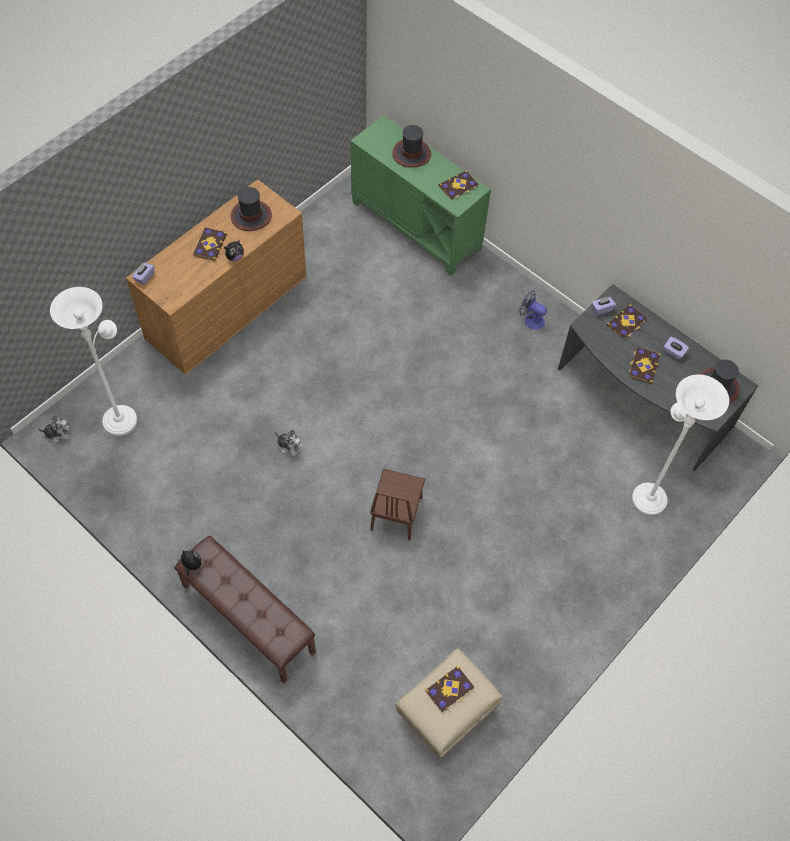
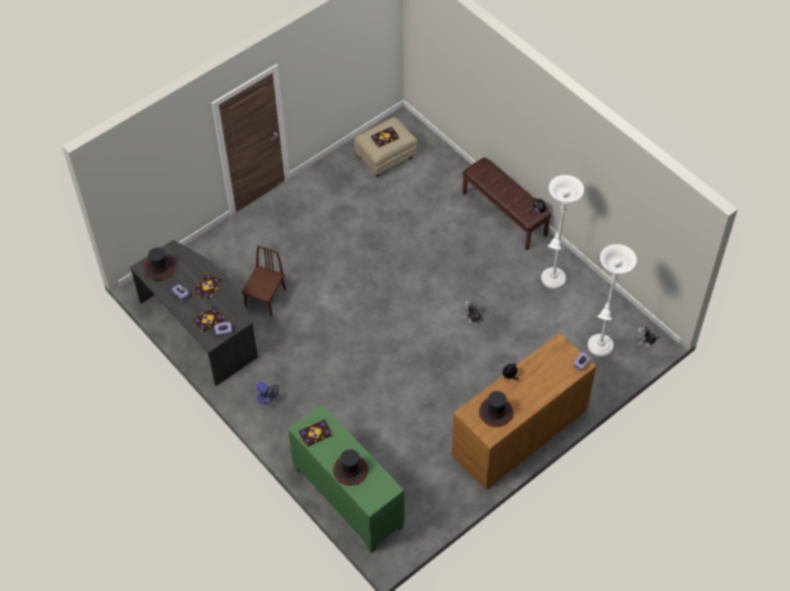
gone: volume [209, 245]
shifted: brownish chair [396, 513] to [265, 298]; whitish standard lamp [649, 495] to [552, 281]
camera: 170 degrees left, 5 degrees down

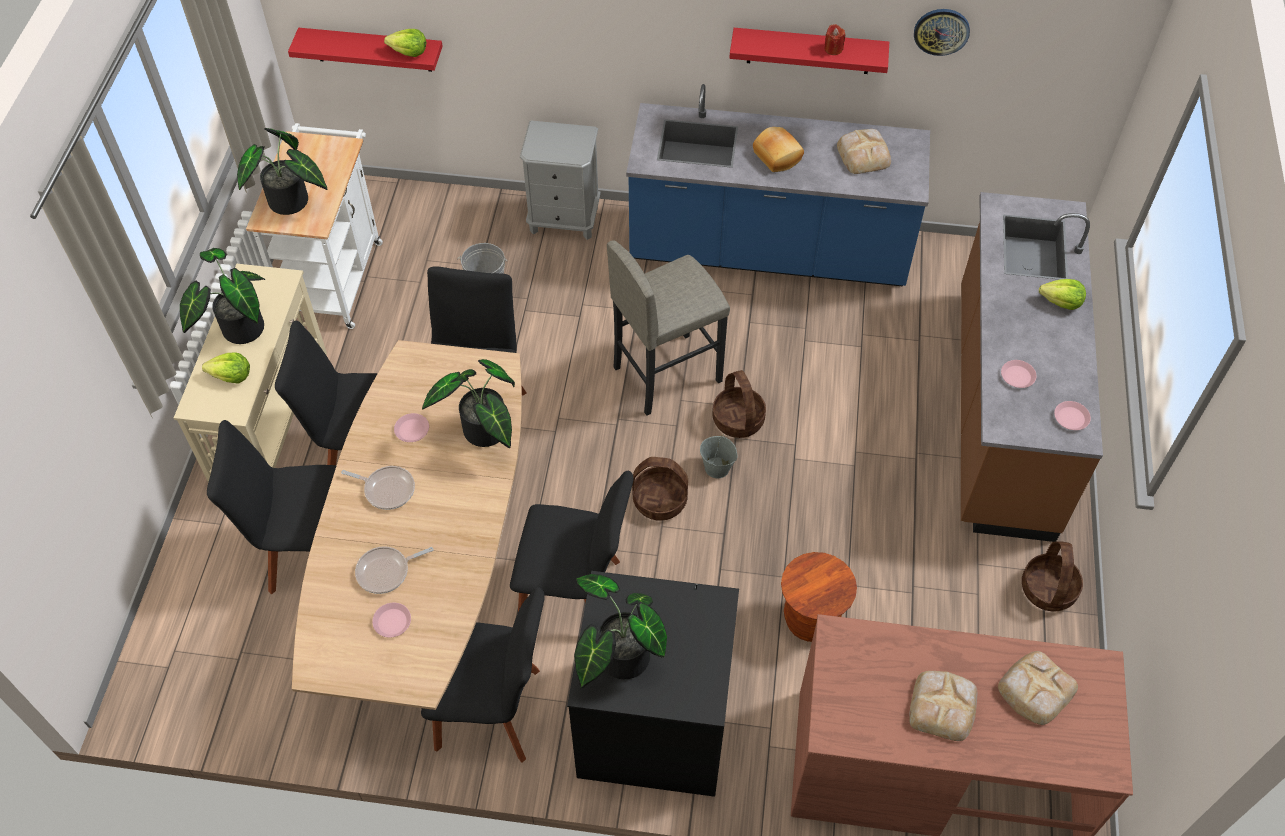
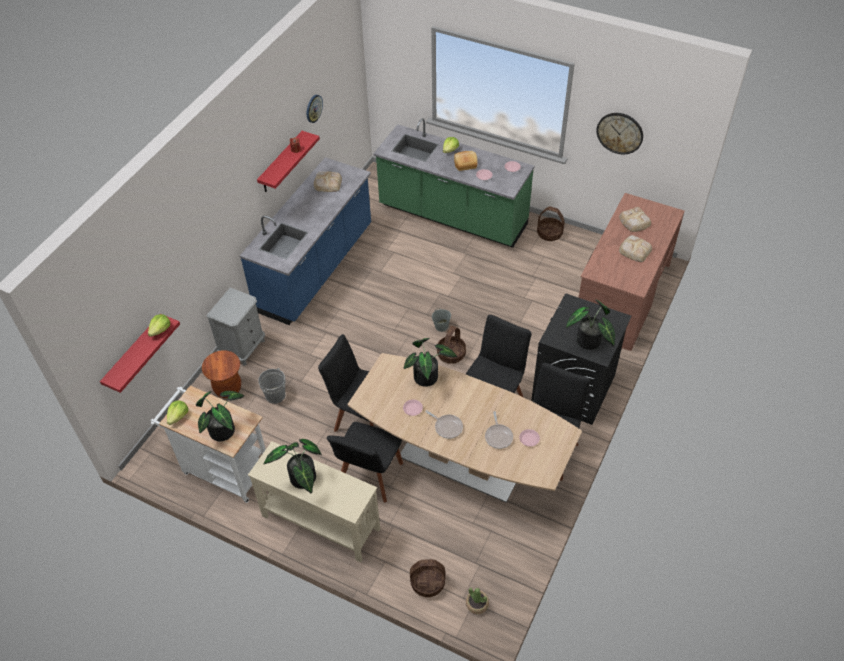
gone: blackish chair [309, 551]; gray sitting stool [666, 373]
new: plant in a pot [477, 604]; wall clock [620, 133]
shifted: lettuce head [231, 376] to [178, 416]; household basket [737, 419] to [427, 583]; bakery bread [778, 156] to [465, 164]; brownish sitting stool [810, 620] to [228, 388]
repainted: brownish counter [1001, 410] to greenish counter [452, 217]
rotated: pan [387, 489] = [447, 427] 90 degrees clockwise
camera: 70 degrees left, 5 degrees down

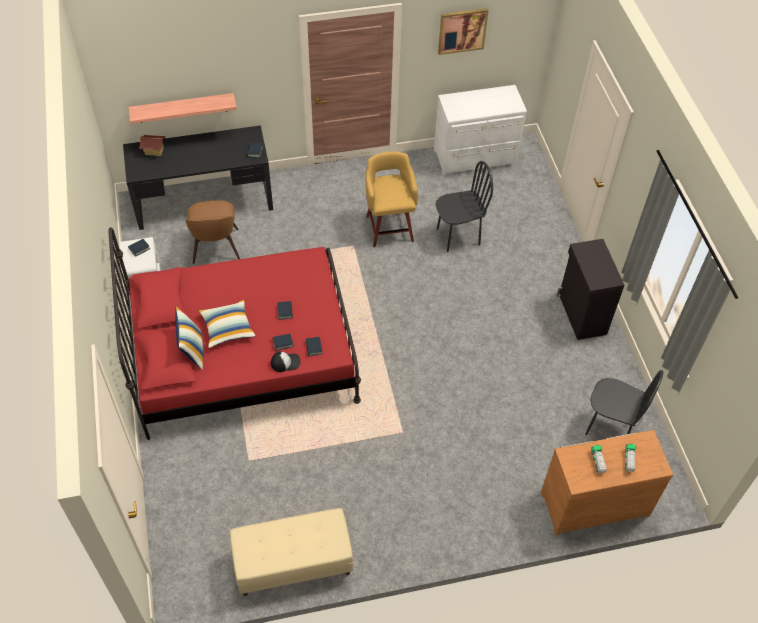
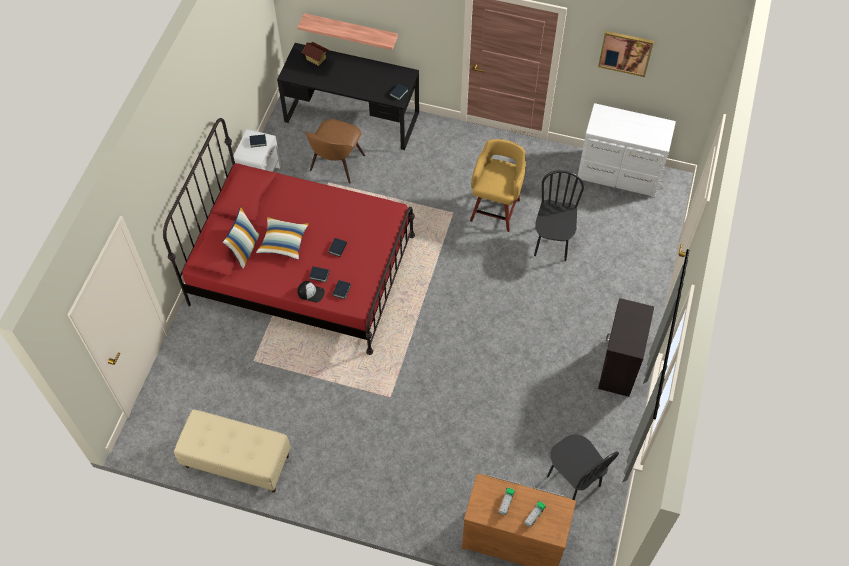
rotated: blackish chair [458, 236] = [552, 244] 90 degrees counterclockwise
camera: 30 degrees right, 5 degrees up

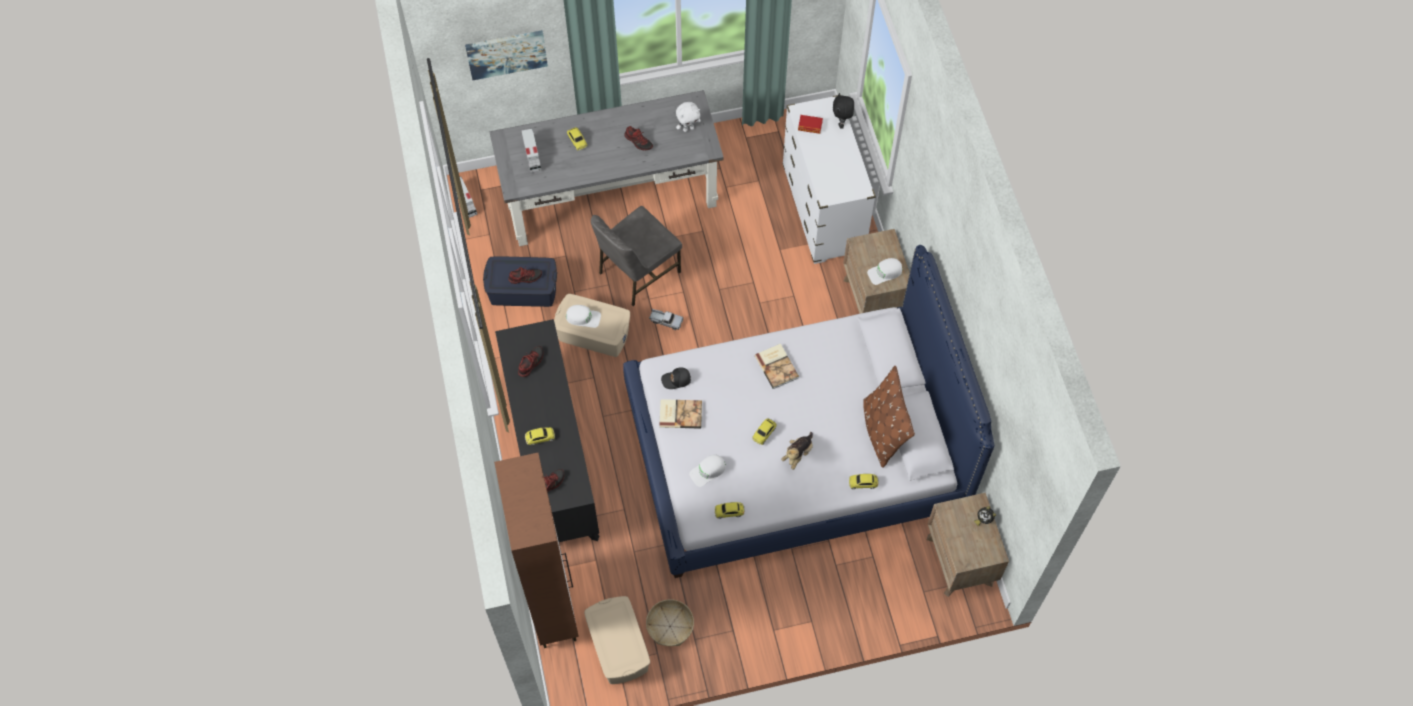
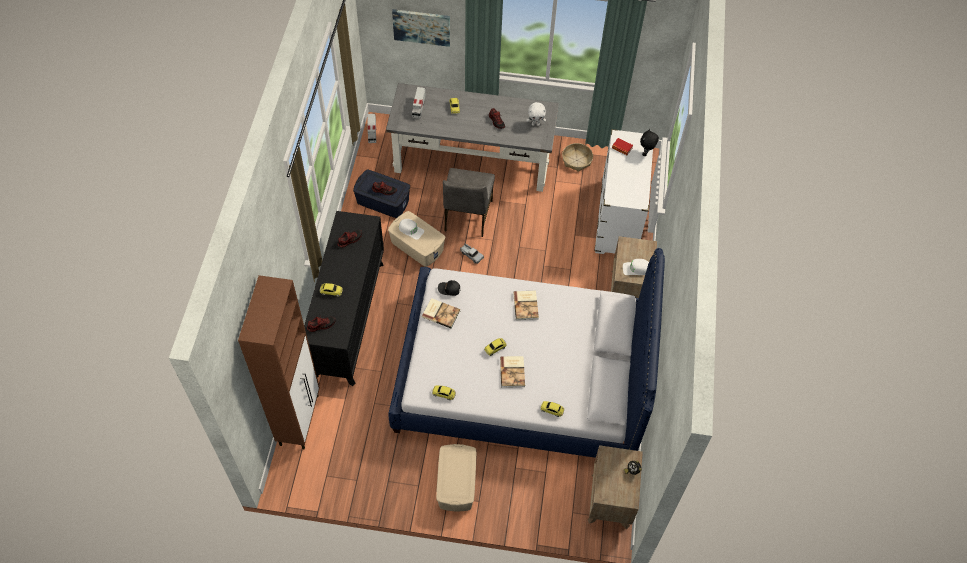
gone: whitish cap [708, 471]; brownish throw pillow [882, 431]
shifted: beige storage bin [618, 647] to [456, 484]; household basket [670, 626] to [576, 160]
swapped: plush toy [798, 454] to volume [513, 372]
rotated: gray chair [637, 272] = [467, 216] 60 degrees counterclockwise
camera: 20 degrees right, 5 degrees down

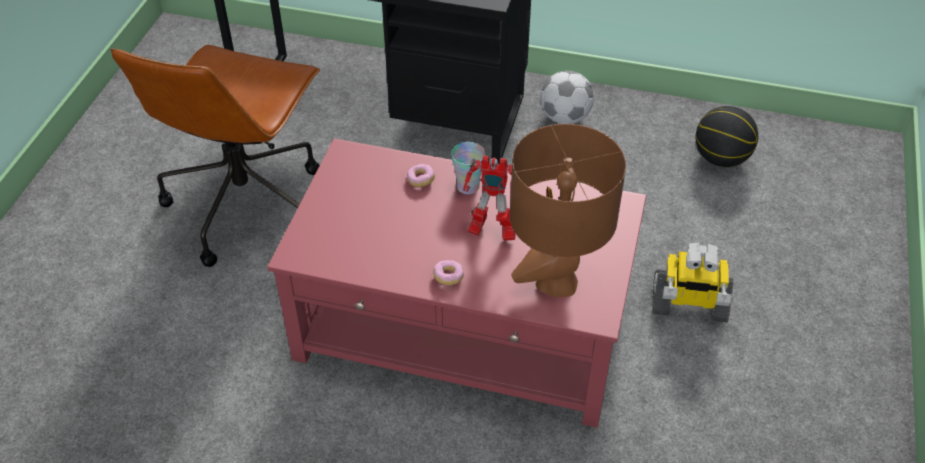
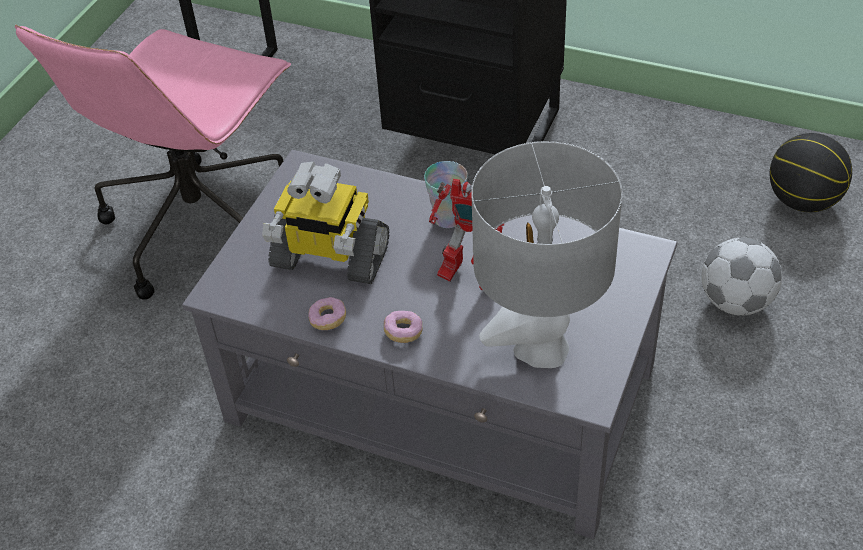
shifted: donut [421, 180] to [328, 319]; football ball [565, 118] to [735, 302]; robot figure [688, 304] to [329, 258]
repainted: brownish computer chair [246, 203] to pink-coloured computer chair [201, 224]; red-coloured lounge table [464, 327] to gray lounge table [442, 395]; brownish lamp for a table [556, 282] to gray lamp for a table [541, 348]
camera: 10 degrees right, 0 degrees up

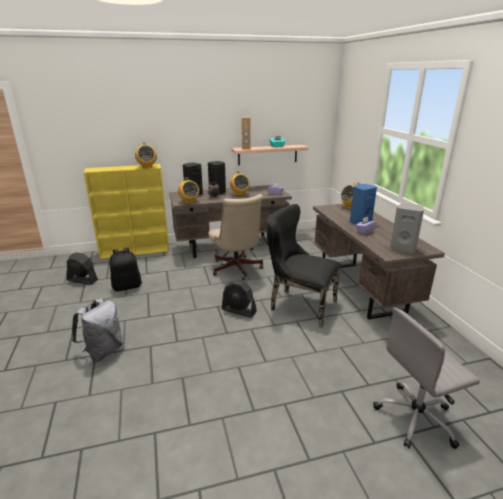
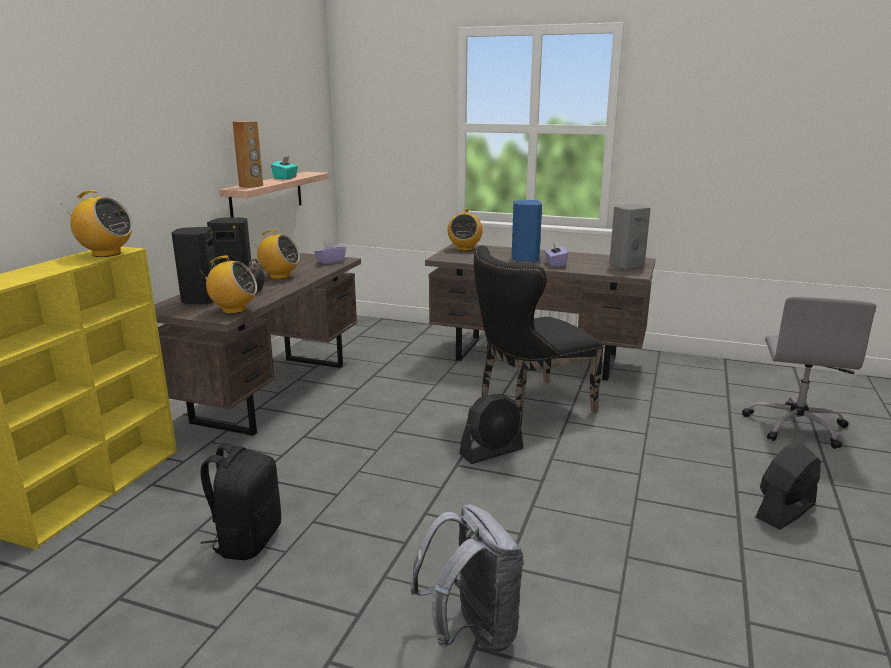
gone: beige computer chair [237, 270]
shifted: blackish fan [82, 280] to [785, 511]
camera: 55 degrees left, 5 degrees down

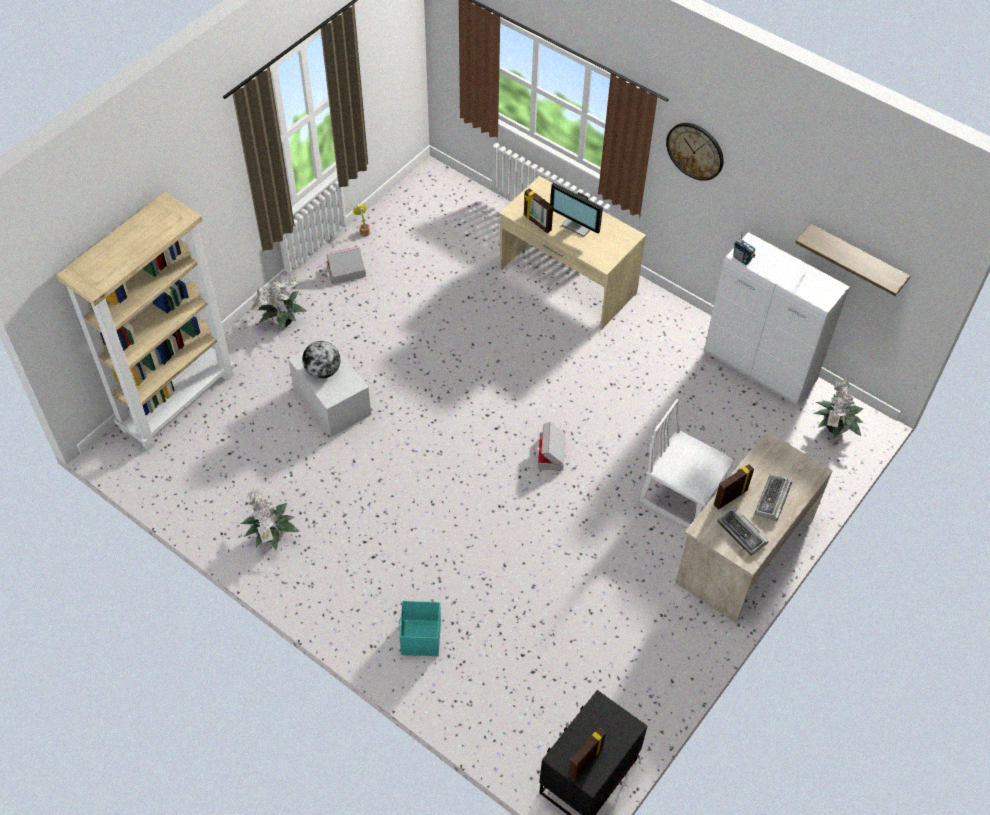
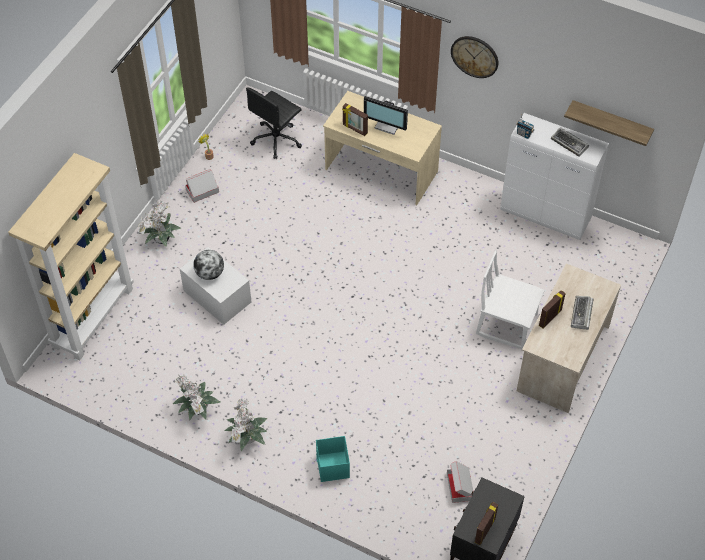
new: blackish computer chair [277, 139]
shifted: carton [551, 454] to [460, 487]; PC keyboard [742, 533] to [570, 144]; plant in a pot [833, 429] to [247, 439]
camera: 10 degrees left, 0 degrees up

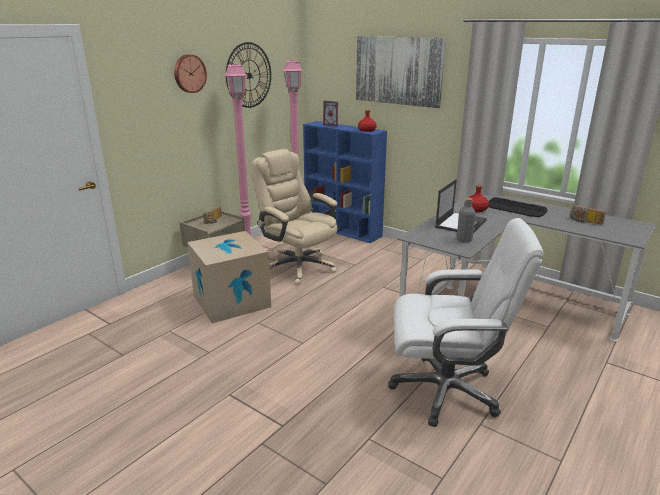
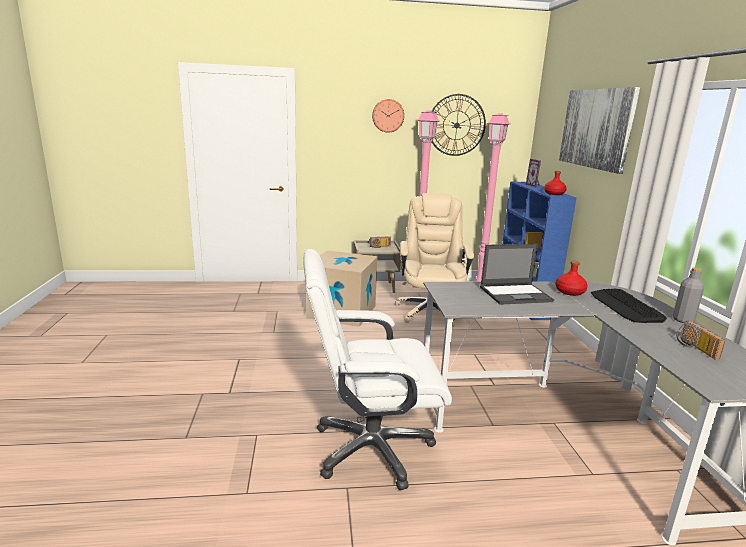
shifted: gray bottle [464, 240] to [683, 320]
rotated: whitish computer chair [446, 390] = [370, 448] 120 degrees clockwise
camera: 45 degrees right, 5 degrees down

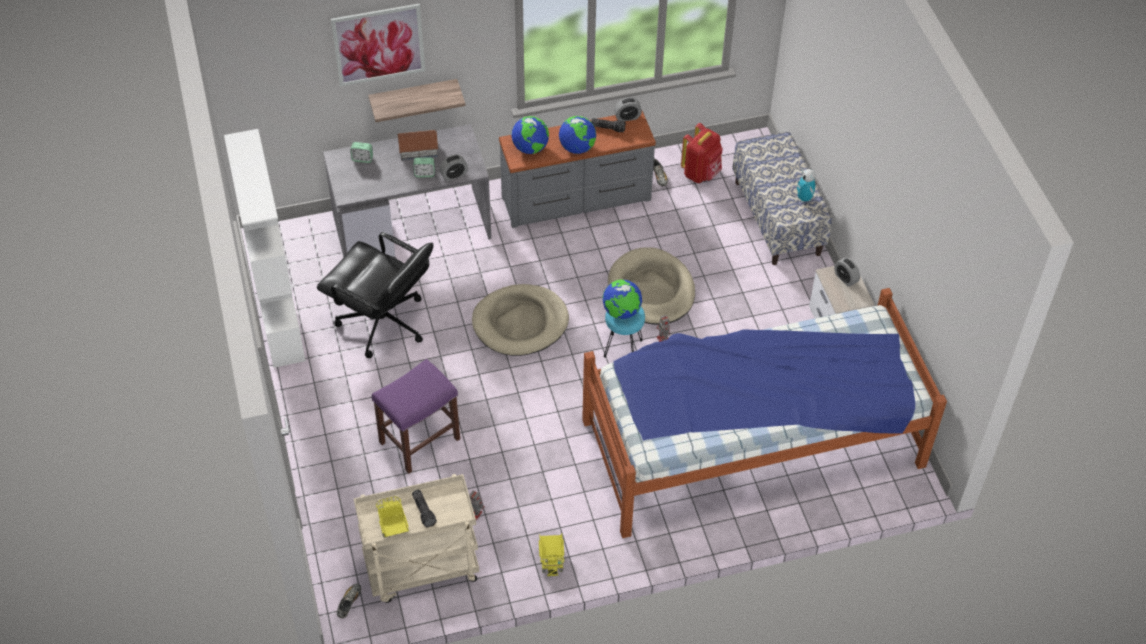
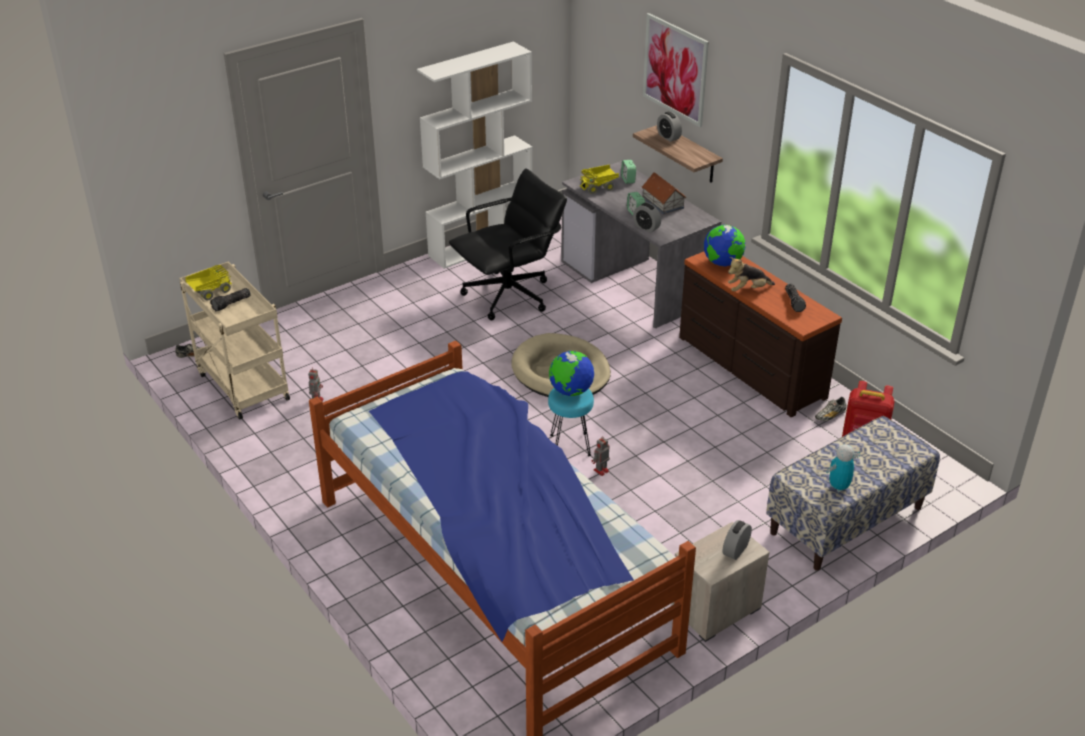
gone: purplish sitting stool [420, 440]; beige pet bed [651, 290]
shifted: toy lorry [552, 559] to [599, 187]; alarm clock [627, 117] to [668, 137]
swapped: world globe [577, 148] to plush toy [748, 289]
repainted: gray dresser [576, 199] to brownish dresser [749, 367]
rotated: blackish computer chair [383, 324] = [509, 296] 135 degrees counterclockwise
camera: 70 degrees right, 15 degrees down

